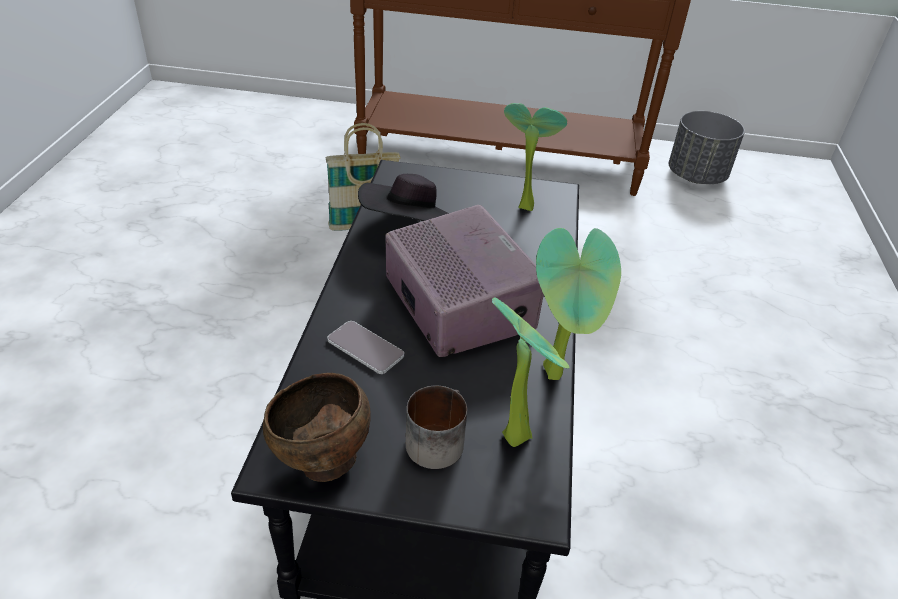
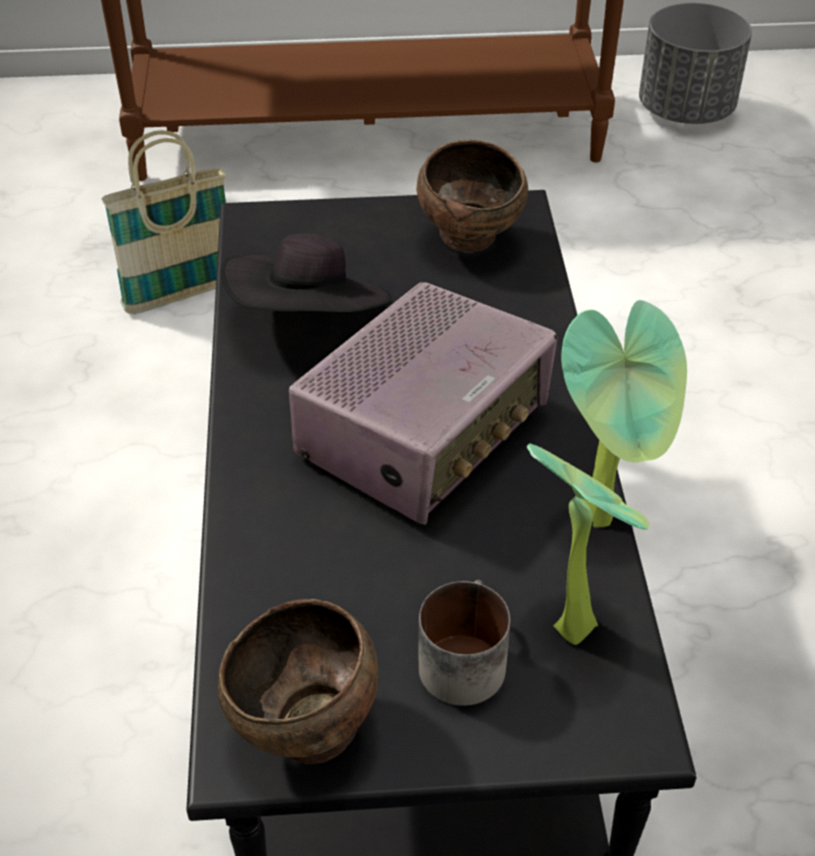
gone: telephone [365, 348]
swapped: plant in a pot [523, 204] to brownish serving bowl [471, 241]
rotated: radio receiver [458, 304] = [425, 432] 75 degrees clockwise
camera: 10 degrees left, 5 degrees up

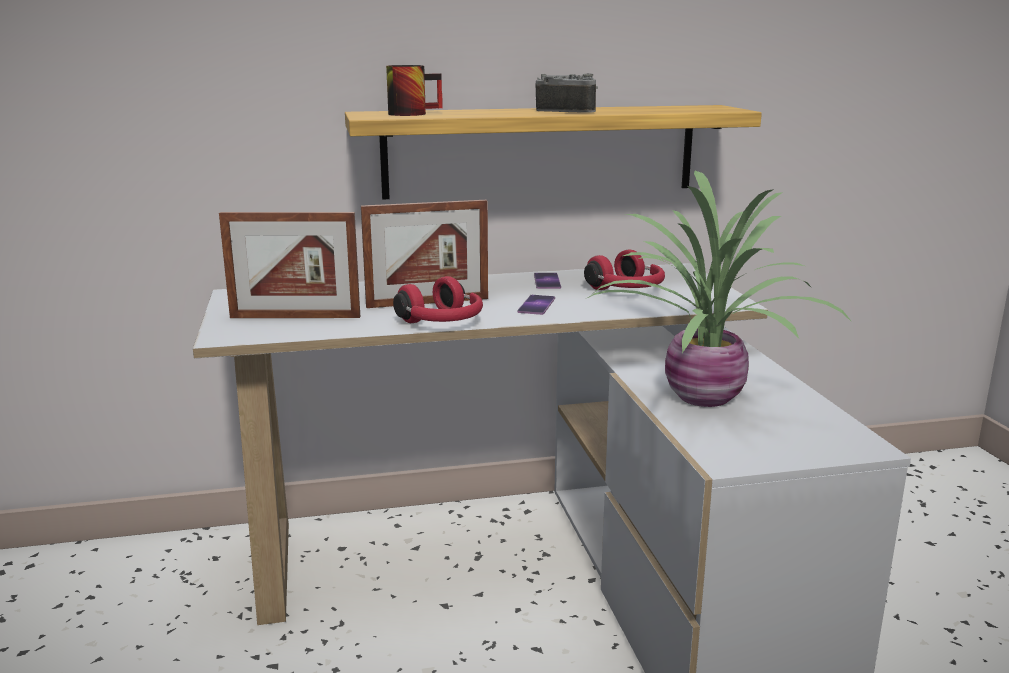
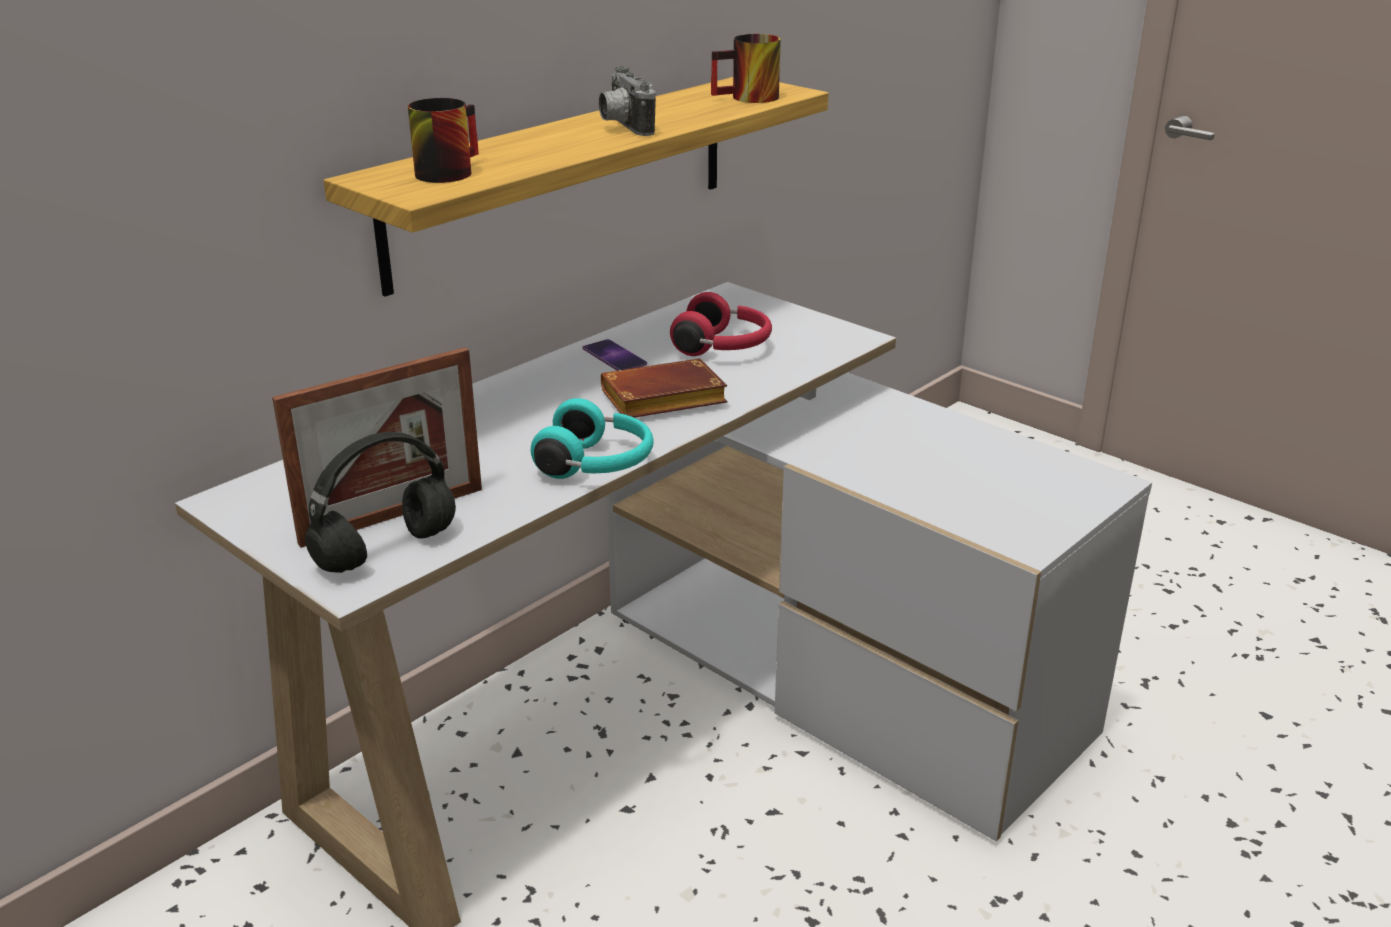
gone: standing frame [427, 302]; plant in a pot [701, 398]
new: blackish pair of headphones [384, 551]; mug [749, 99]
swapped: telephone [536, 305] to brownish volume [661, 401]
repainted: red-coloured pair of headphones [442, 322] to blue-green pair of headphones [597, 465]
rotated: photo camera [568, 111] = [622, 126] 105 degrees counterclockwise
camera: 35 degrees left, 10 degrees up

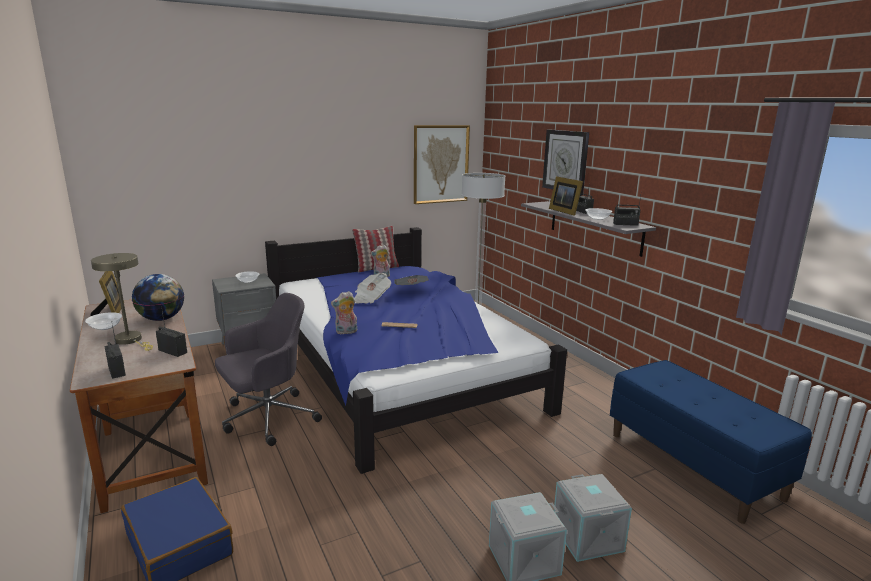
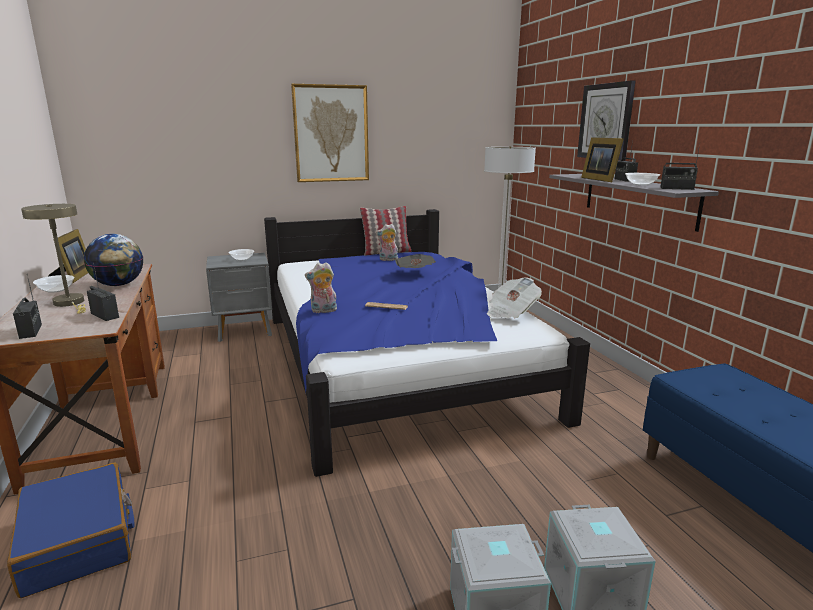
gone: gray computer chair [267, 418]
shifted: printed paper [370, 299] to [511, 312]; picture [440, 164] to [331, 134]
camera: 10 degrees right, 0 degrees up

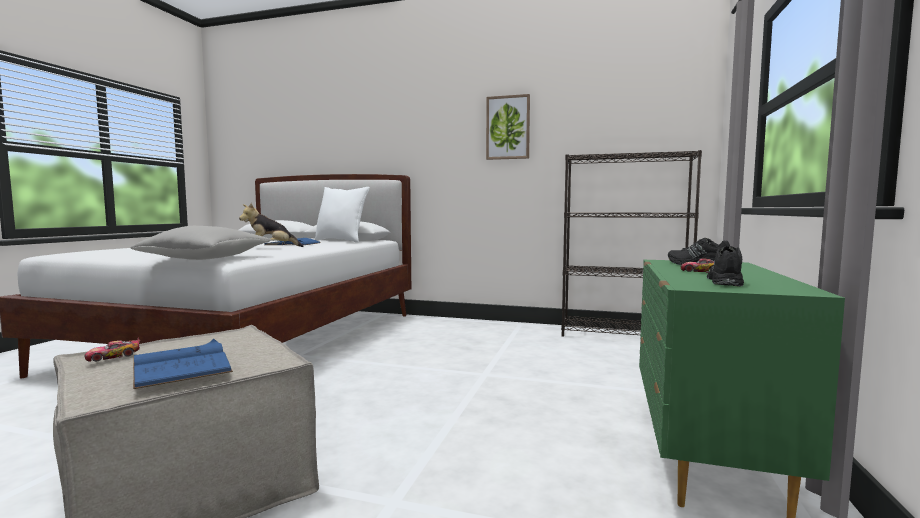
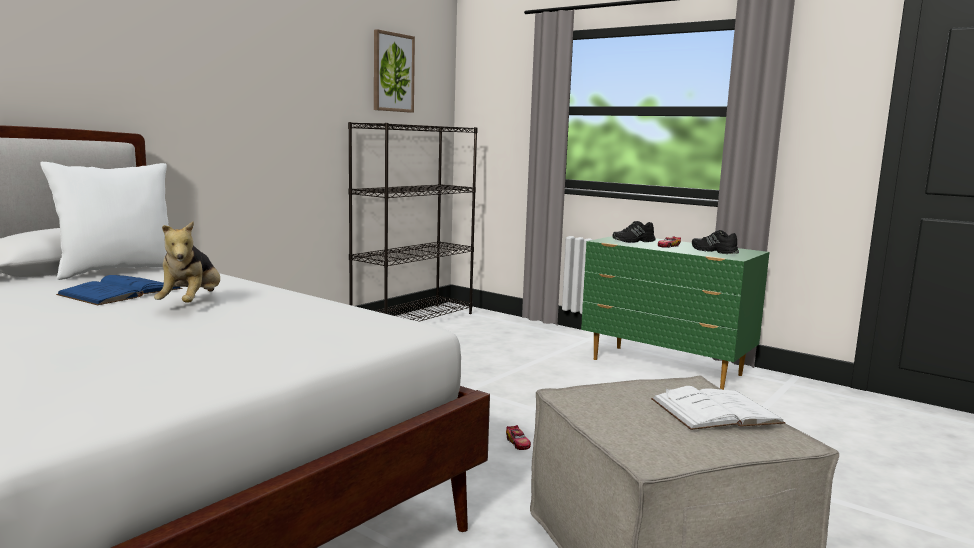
gone: gray throw pillow [206, 258]
shifted: toy car [113, 356] to [518, 443]; picture [508, 127] to [393, 72]
repainted: bluish volume [181, 365] to whitish volume [715, 411]
camera: 70 degrees left, 5 degrees up

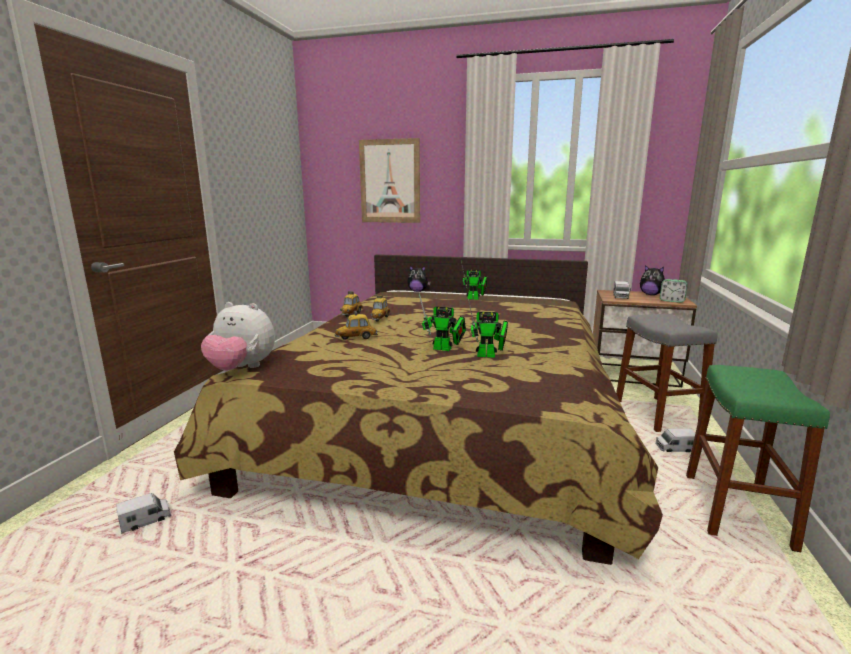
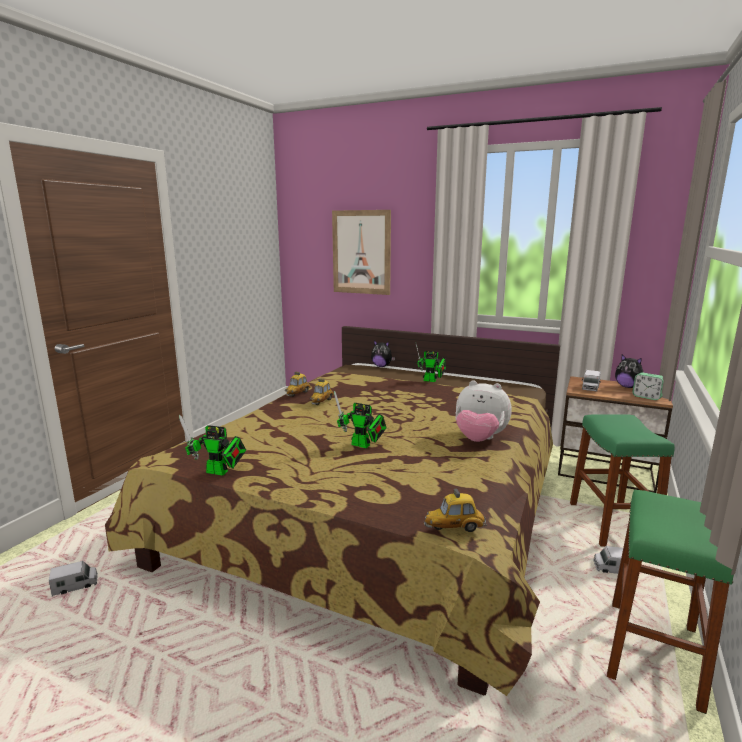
shifted: plush toy [242, 369] to [479, 439]; toy car [356, 338] to [454, 527]; robot figure [489, 355] to [220, 472]
repainted: gray sitting stool [657, 414] to greenish sitting stool [611, 524]
camera: 10 degrees right, 0 degrees up

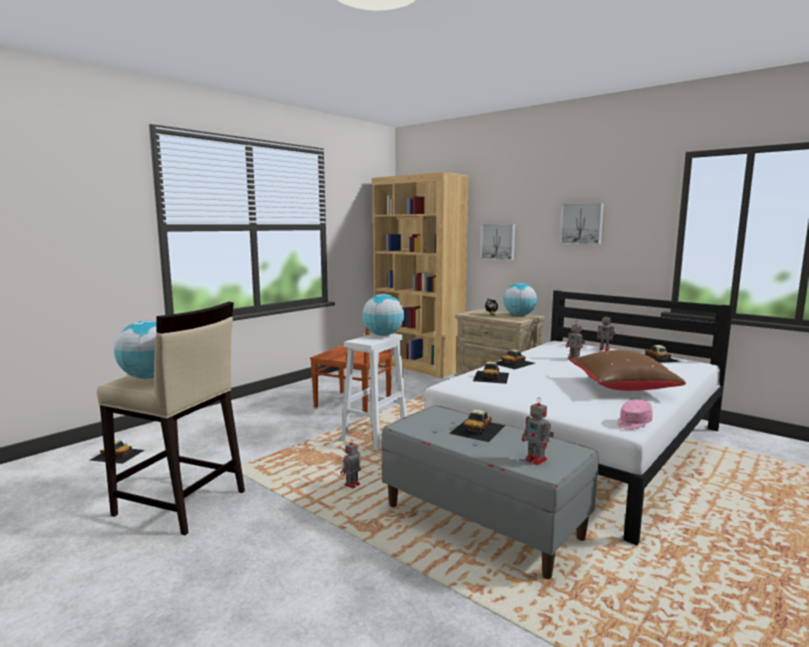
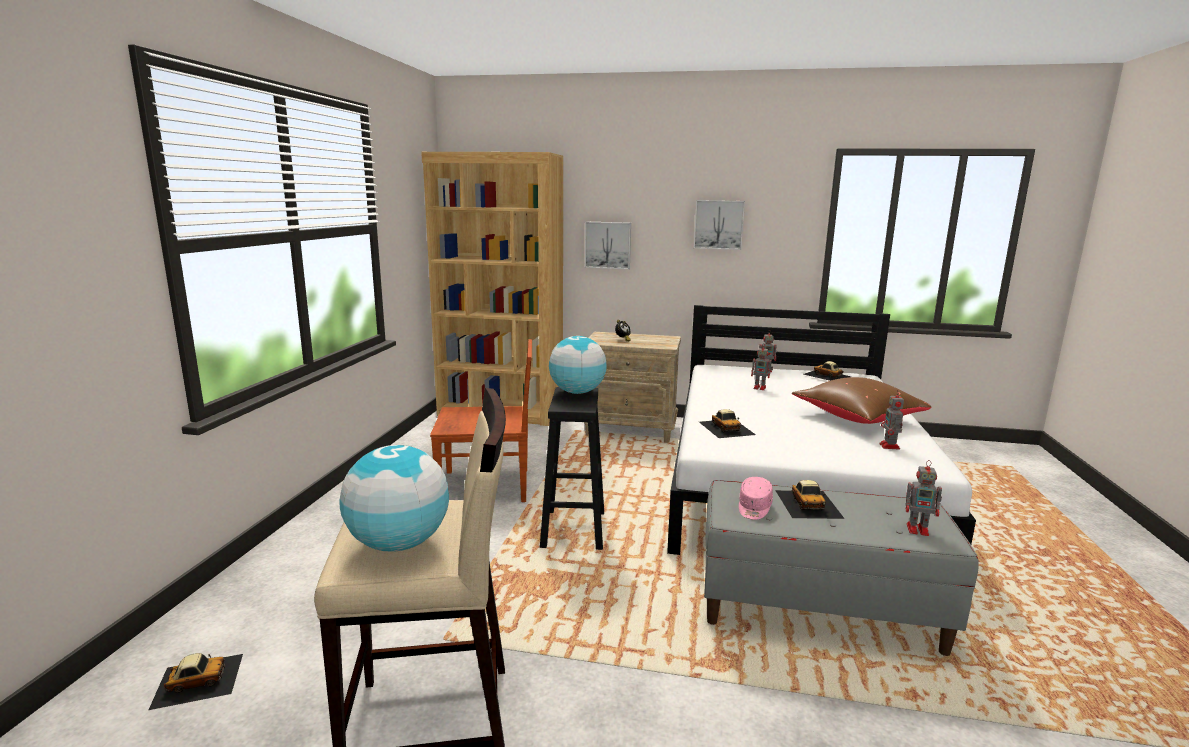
gone: toy car [513, 363]; world globe [519, 315]
shifted: robot figure [351, 486] to [889, 446]; pink-coloured cap [633, 423] to [754, 508]
repainted: whitish sitting stool [375, 436] to blackish sitting stool [573, 529]
camera: 30 degrees left, 5 degrees up

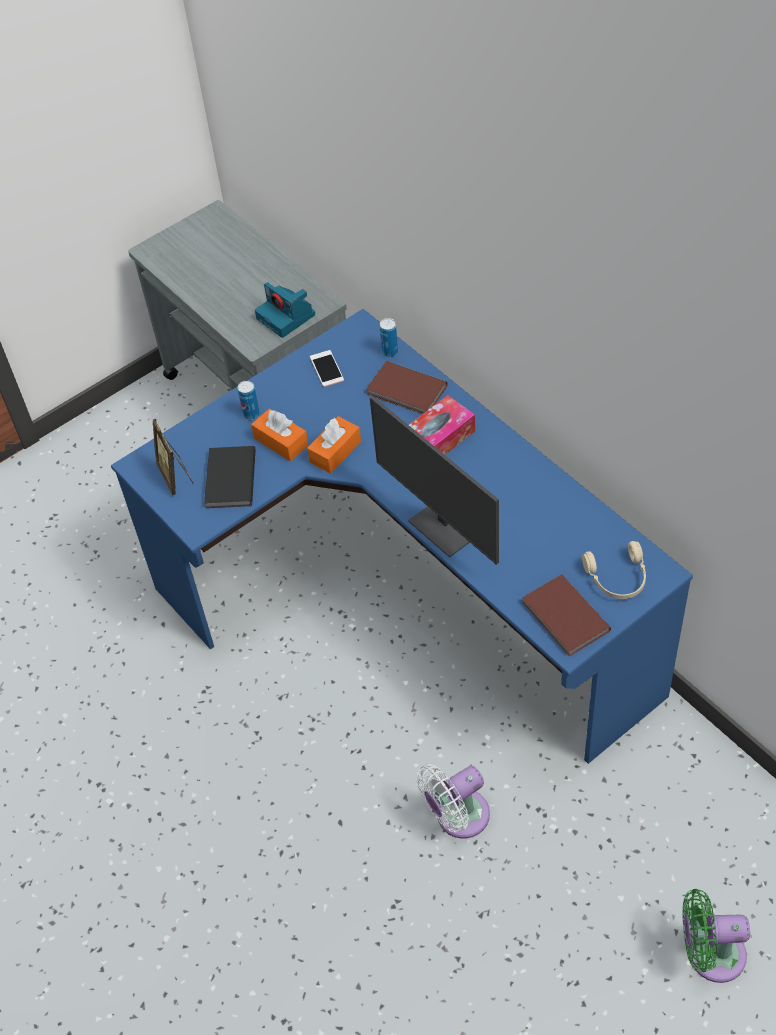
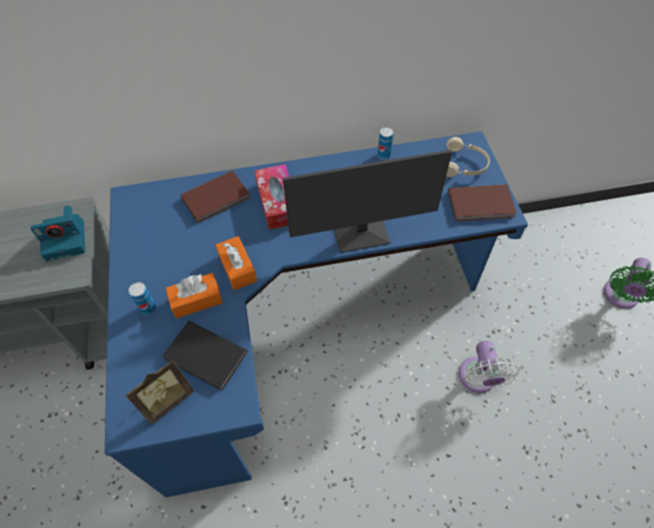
gone: telephone [326, 369]
shifted: metal can [390, 352] to [384, 156]
rotated: standing frame [176, 476] = [167, 399] 45 degrees counterclockwise
camera: 65 degrees left, 5 degrees up

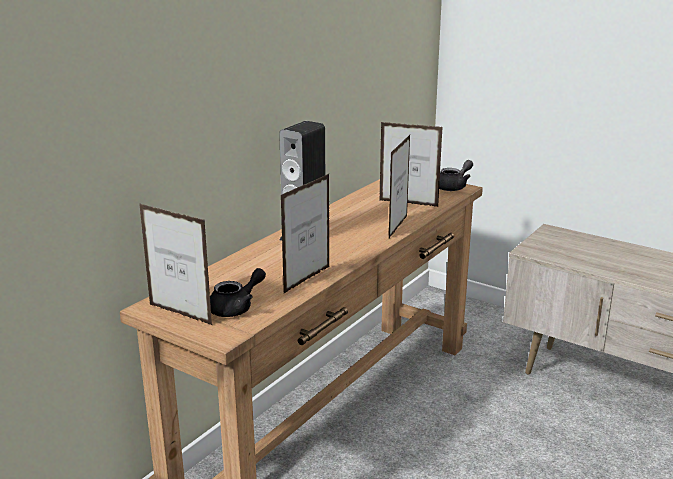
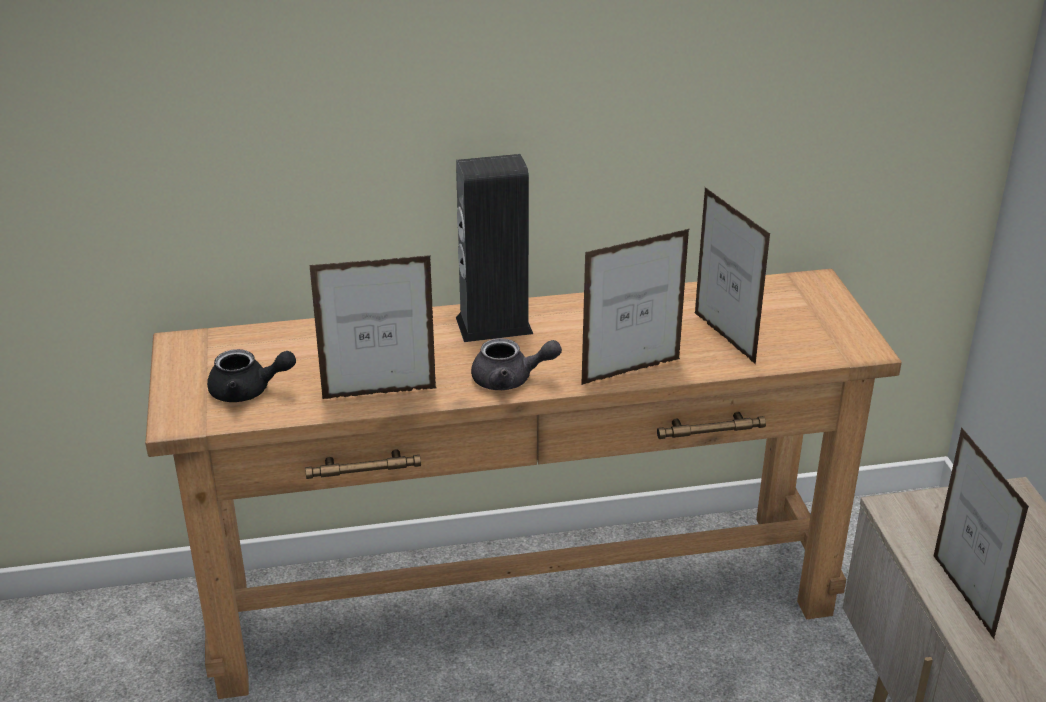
shifted: standing frame [180, 314] to [962, 596]; gray pot for tea [454, 187] to [510, 380]
camera: 45 degrees right, 10 degrees up

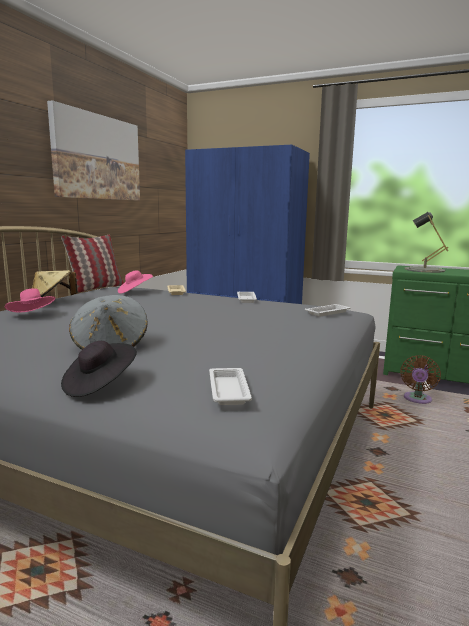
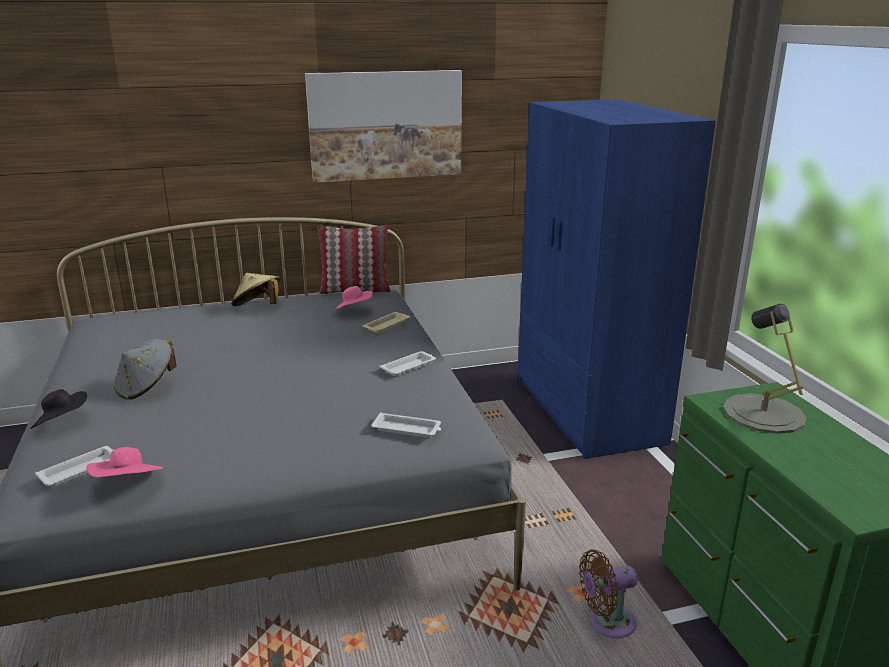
shifted: pink-coloured clothing hat [32, 315] to [128, 484]
camera: 50 degrees right, 10 degrees up

